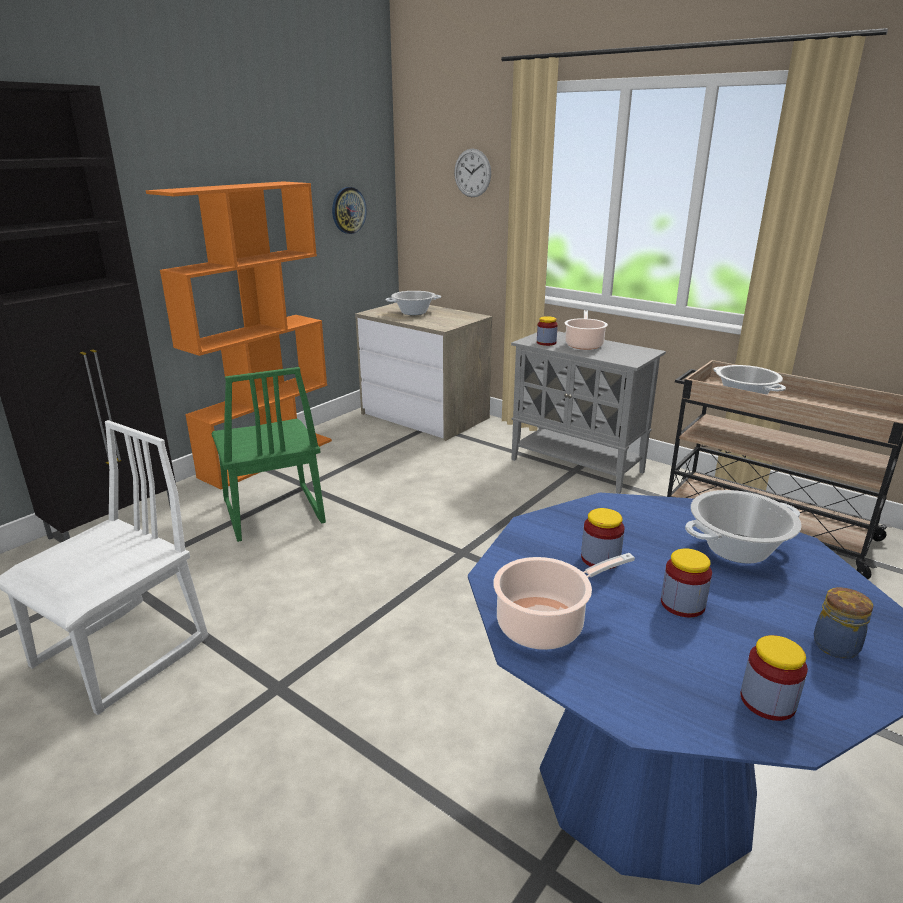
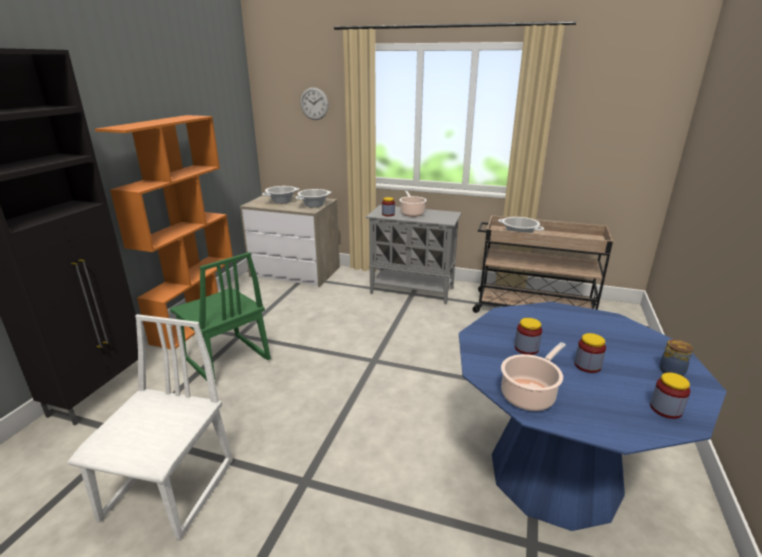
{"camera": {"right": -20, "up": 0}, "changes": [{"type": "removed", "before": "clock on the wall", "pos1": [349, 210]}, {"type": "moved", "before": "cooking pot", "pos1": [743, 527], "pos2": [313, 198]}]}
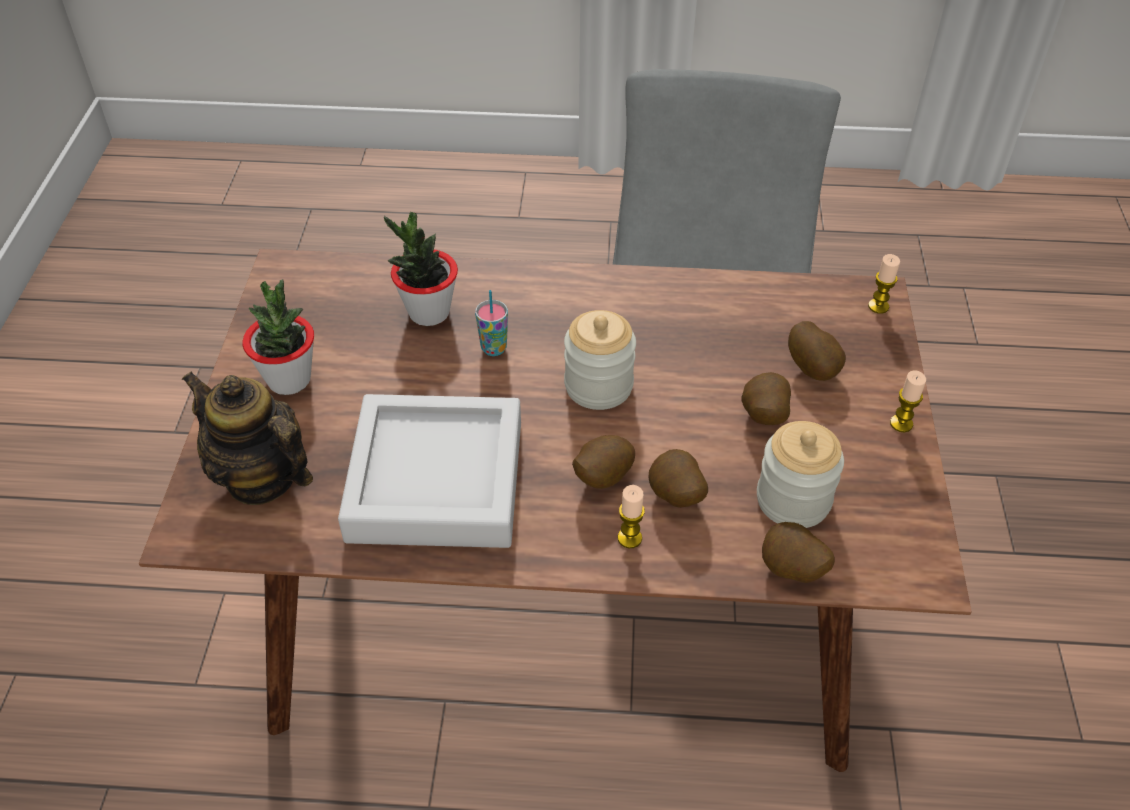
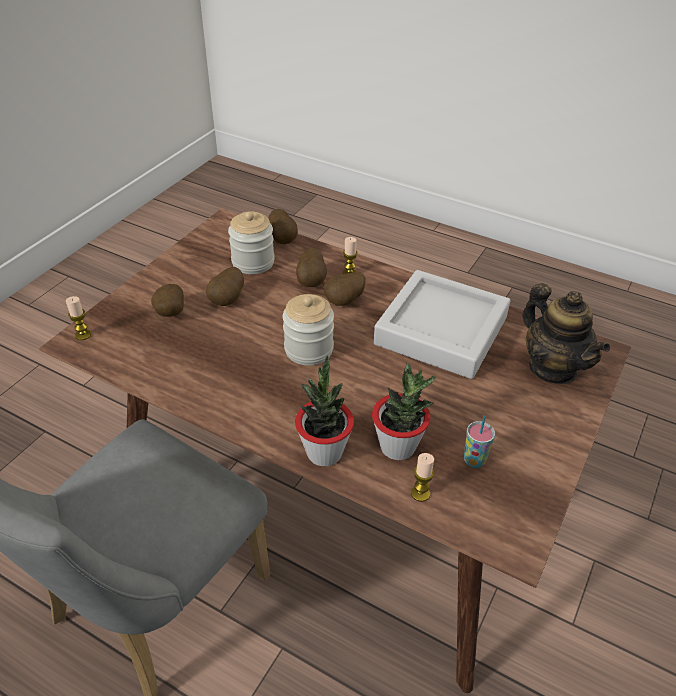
{"camera": {"right": -155, "up": -5}, "changes": [{"type": "moved", "before": "houseplant", "pos1": [278, 337], "pos2": [324, 411]}, {"type": "moved", "before": "cup", "pos1": [491, 323], "pos2": [479, 442]}, {"type": "moved", "before": "wax light", "pos1": [908, 401], "pos2": [422, 477]}]}
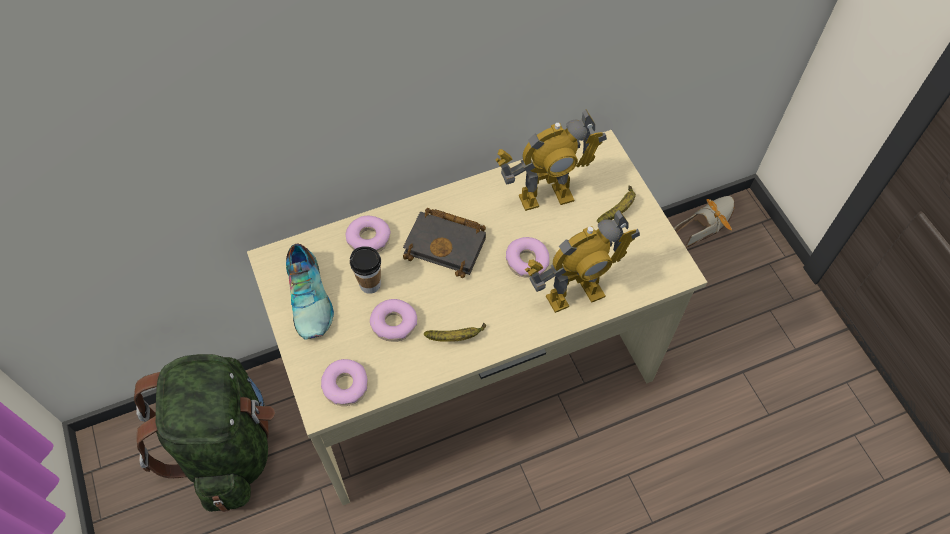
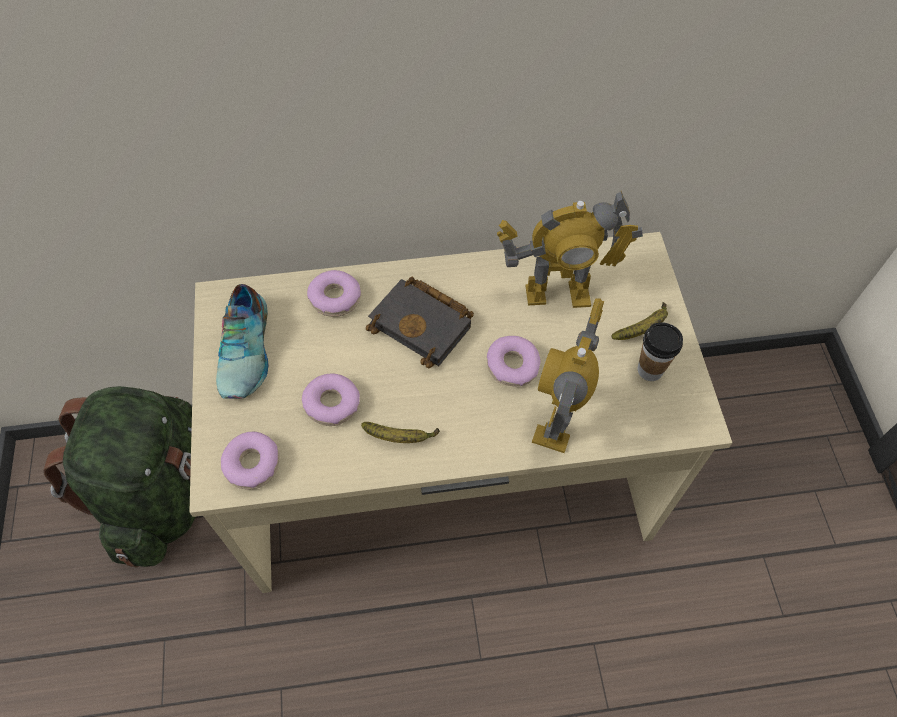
{"camera": {"right": 15, "up": 0}, "changes": [{"type": "removed", "before": "item of footwear", "pos1": [704, 222]}, {"type": "turned", "before": "model robot", "pos1": [582, 261], "pos2": [568, 375], "turn": 120}, {"type": "moved", "before": "cup", "pos1": [365, 270], "pos2": [660, 351]}]}
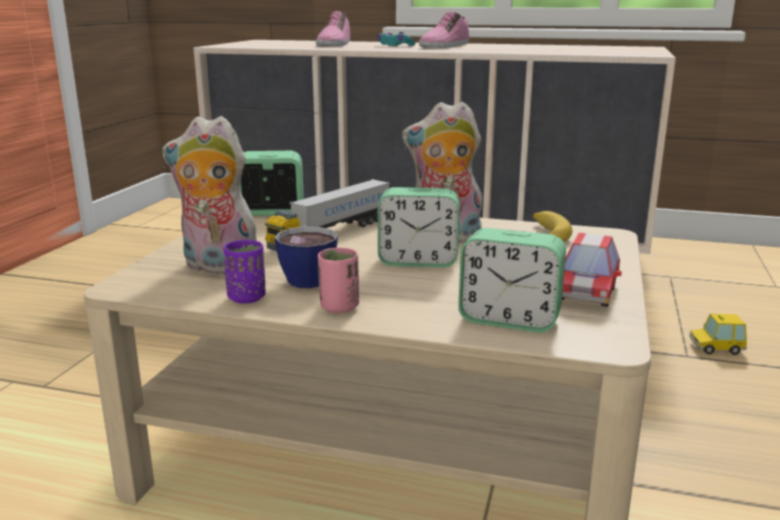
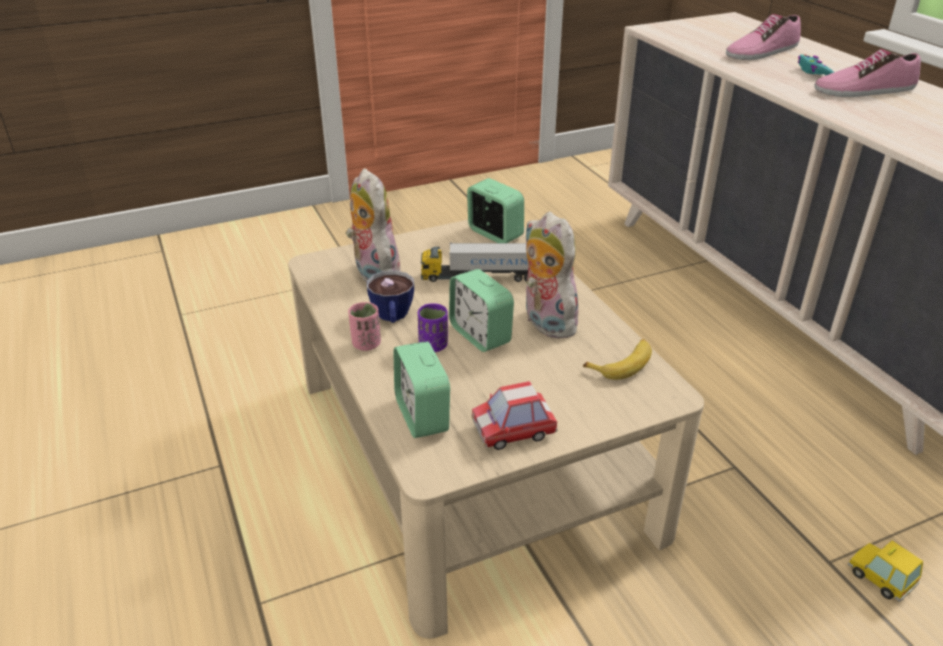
{"camera": {"right": 50, "up": 15}, "changes": [{"type": "moved", "before": "cup (purplish)", "pos1": [244, 272], "pos2": [433, 327]}]}
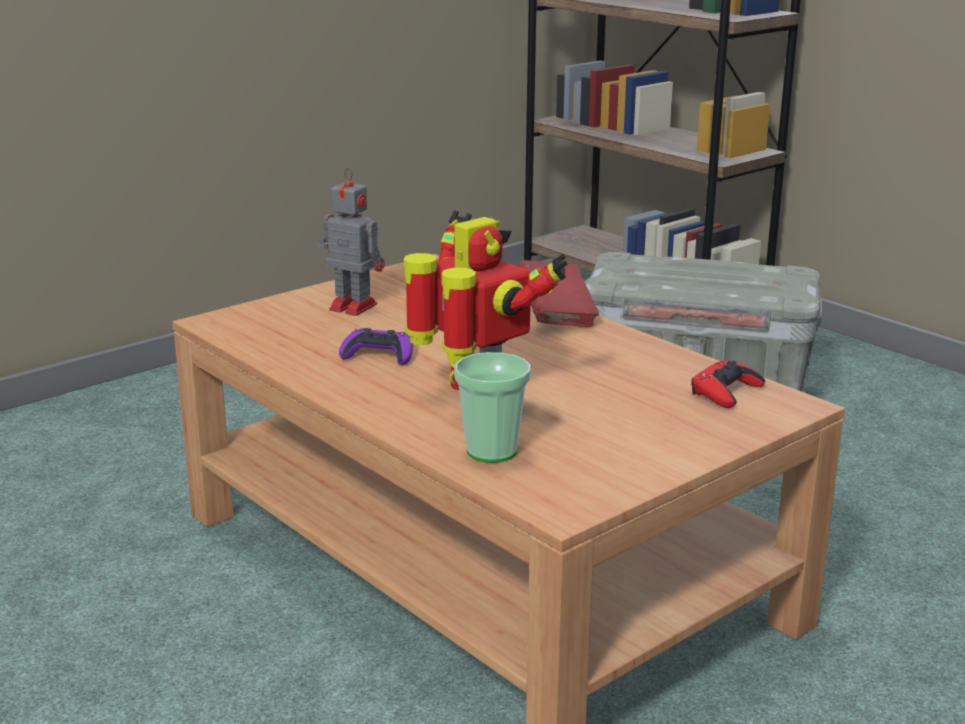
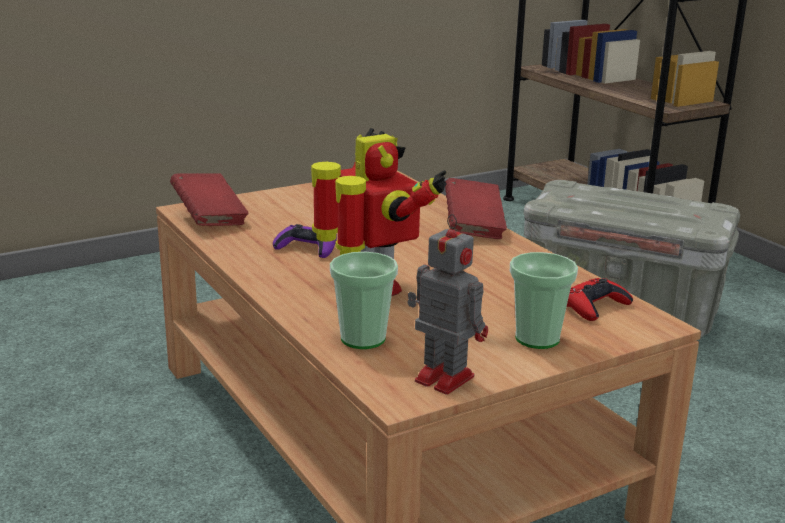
{"camera": {"right": 10, "up": 0}, "changes": [{"type": "moved", "before": "model robot", "pos1": [351, 242], "pos2": [447, 304]}, {"type": "added", "after": "volume (red)", "pos2": [209, 199]}, {"type": "added", "after": "cup", "pos2": [544, 300]}]}
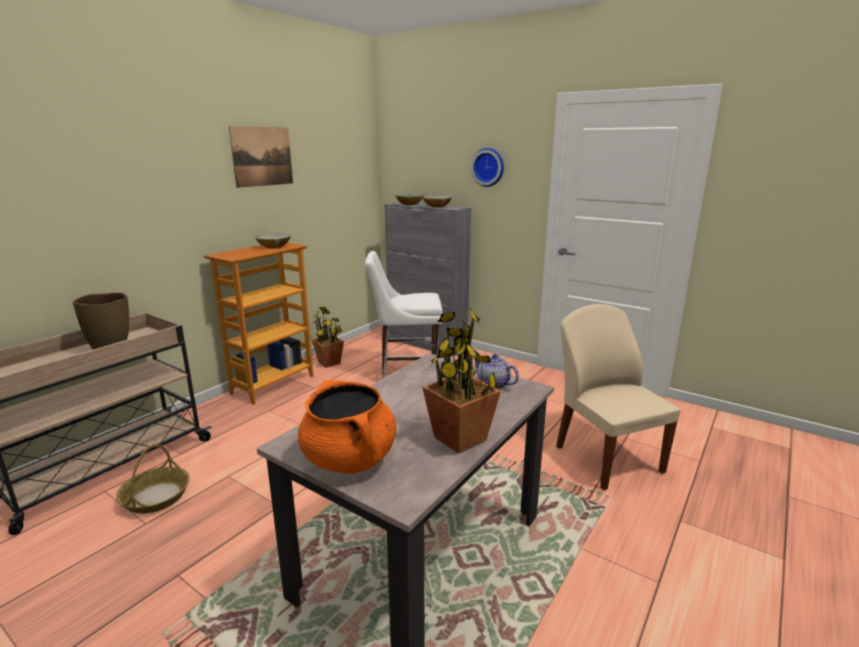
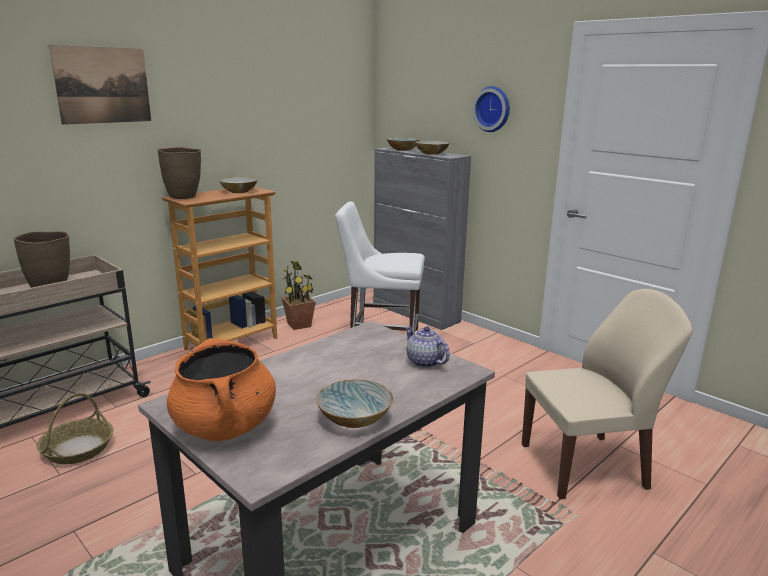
{"camera": {"right": 10, "up": 0}, "changes": [{"type": "moved", "before": "wall picture", "pos1": [261, 157], "pos2": [100, 85]}, {"type": "turned", "before": "upright chair (beige-coloured)", "pos1": [618, 397], "pos2": [607, 394], "turn": 90}, {"type": "replaced", "before": "houseplant", "after": "bowl", "pos1": [461, 380], "pos2": [354, 404]}, {"type": "added", "after": "vase (brownish)", "pos2": [179, 173]}]}
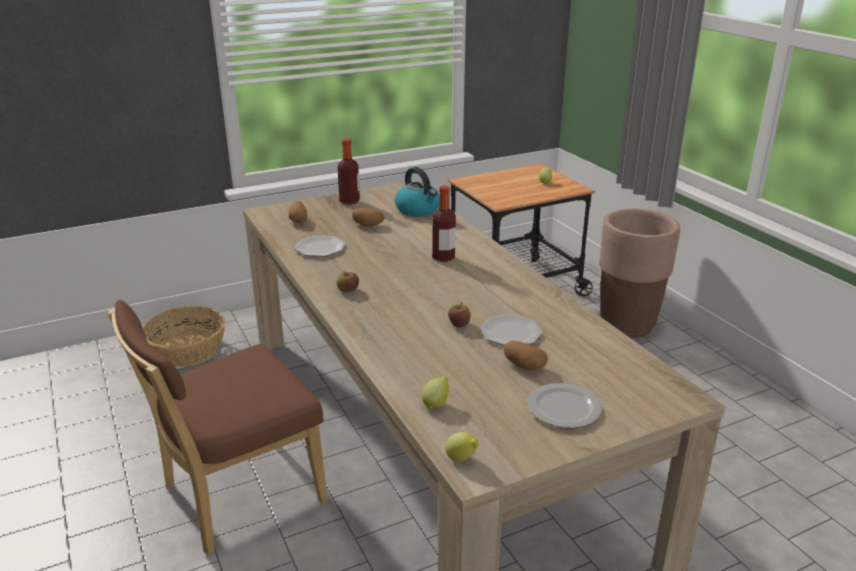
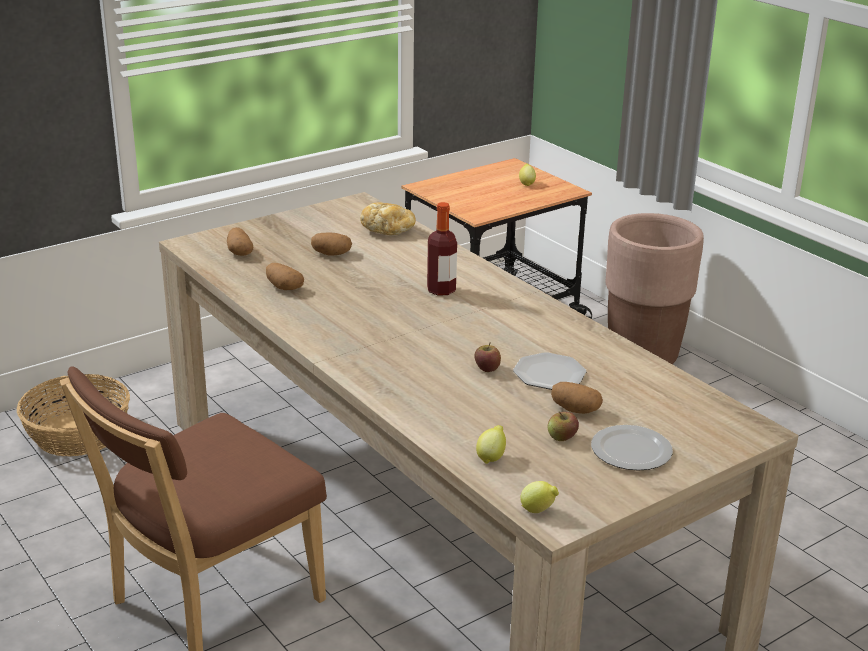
{"camera": {"right": -10, "up": 0}, "changes": [{"type": "removed", "before": "beverage bottle", "pos1": [348, 172]}, {"type": "replaced", "before": "water kettle", "after": "baked bread", "pos1": [417, 191], "pos2": [388, 218]}, {"type": "replaced", "before": "dinner plate", "after": "spud", "pos1": [320, 246], "pos2": [285, 276]}, {"type": "moved", "before": "apple fruit", "pos1": [347, 281], "pos2": [563, 426]}]}
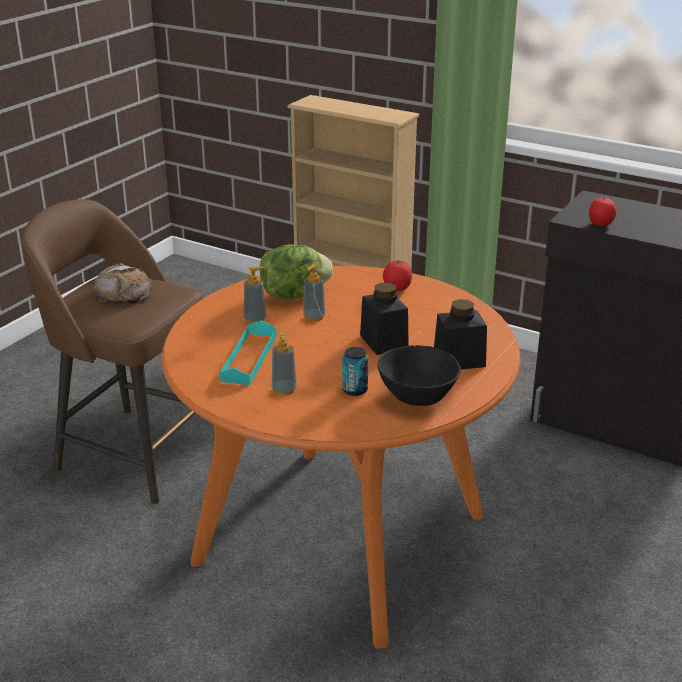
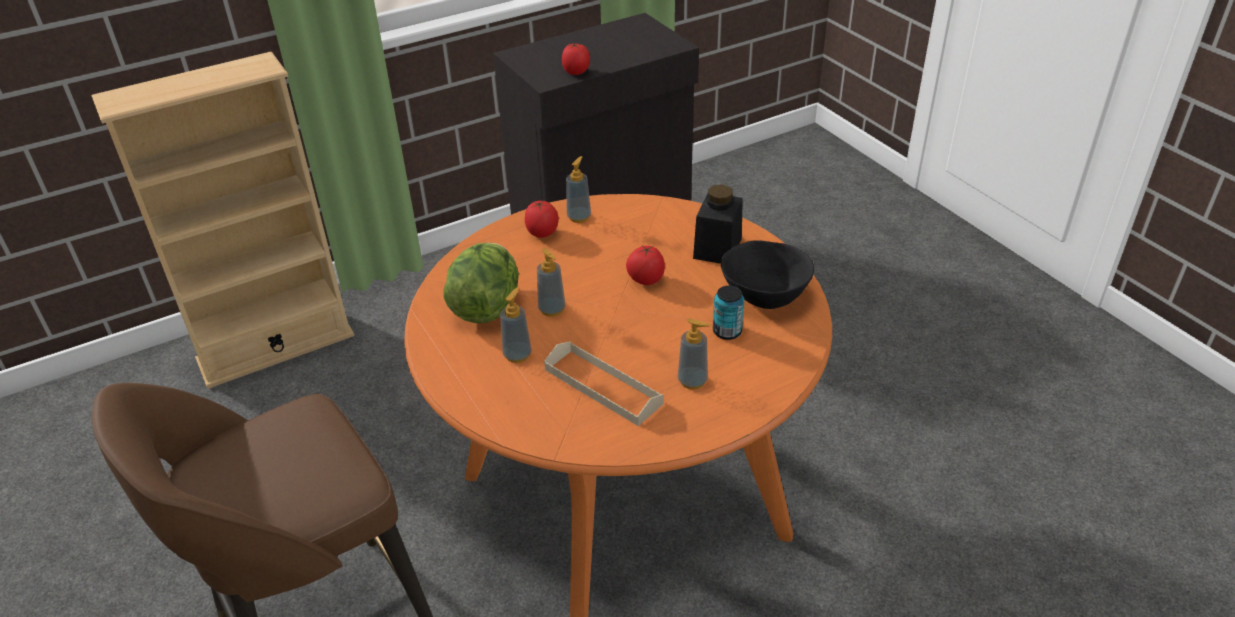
{"camera": {"right": -60, "up": 10}, "changes": [{"type": "removed", "before": "baked bread", "pos1": [123, 284]}, {"type": "replaced", "before": "storage jar (black)", "after": "whole tomato", "pos1": [384, 319], "pos2": [645, 265]}, {"type": "recoloured", "before": "serving tray (blue-green)", "after": "serving tray (beige-coloured)", "pos1": [248, 352], "pos2": [604, 383]}, {"type": "added", "after": "soap dispenser", "pos2": [578, 189]}]}
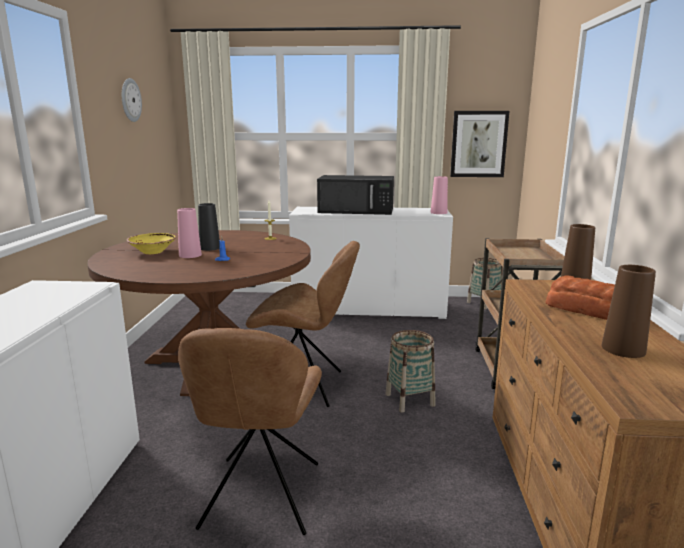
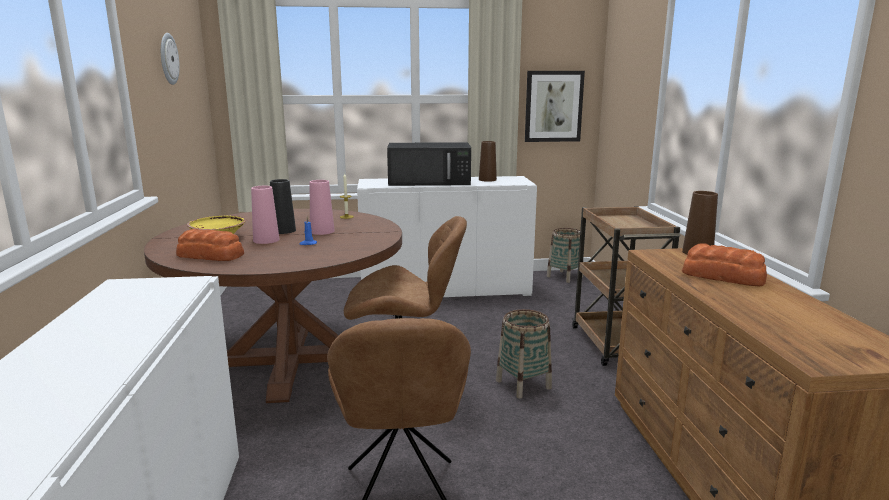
{"camera": {"right": -10, "up": 0}, "changes": [{"type": "moved", "before": "vase (pinkish)", "pos1": [439, 195], "pos2": [322, 207]}, {"type": "moved", "before": "vase (brownish)", "pos1": [628, 311], "pos2": [488, 161]}, {"type": "added", "after": "baked bread", "pos2": [210, 245]}]}
